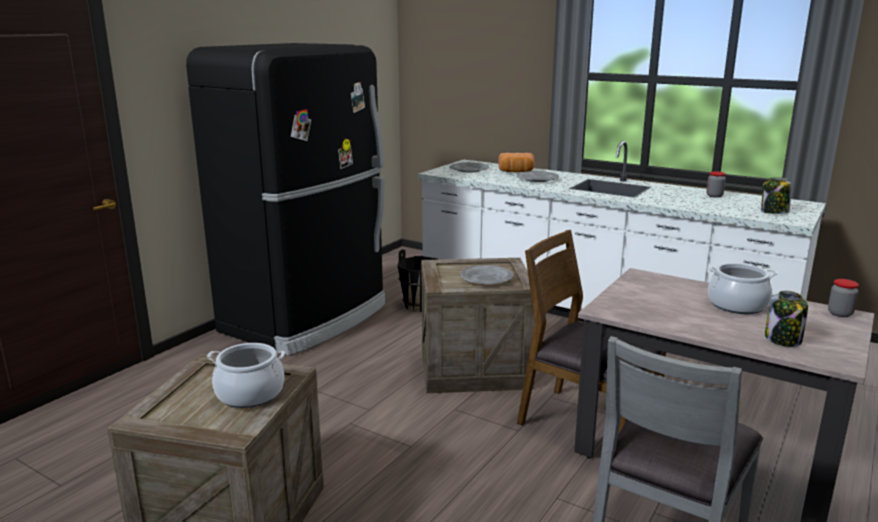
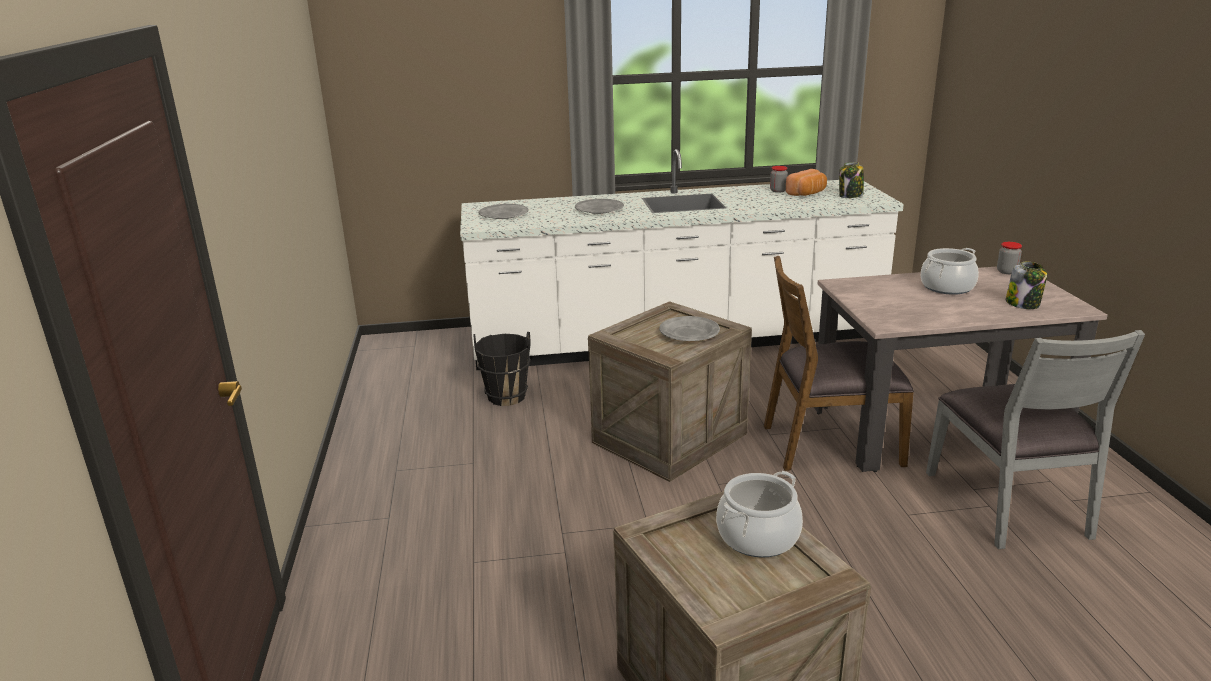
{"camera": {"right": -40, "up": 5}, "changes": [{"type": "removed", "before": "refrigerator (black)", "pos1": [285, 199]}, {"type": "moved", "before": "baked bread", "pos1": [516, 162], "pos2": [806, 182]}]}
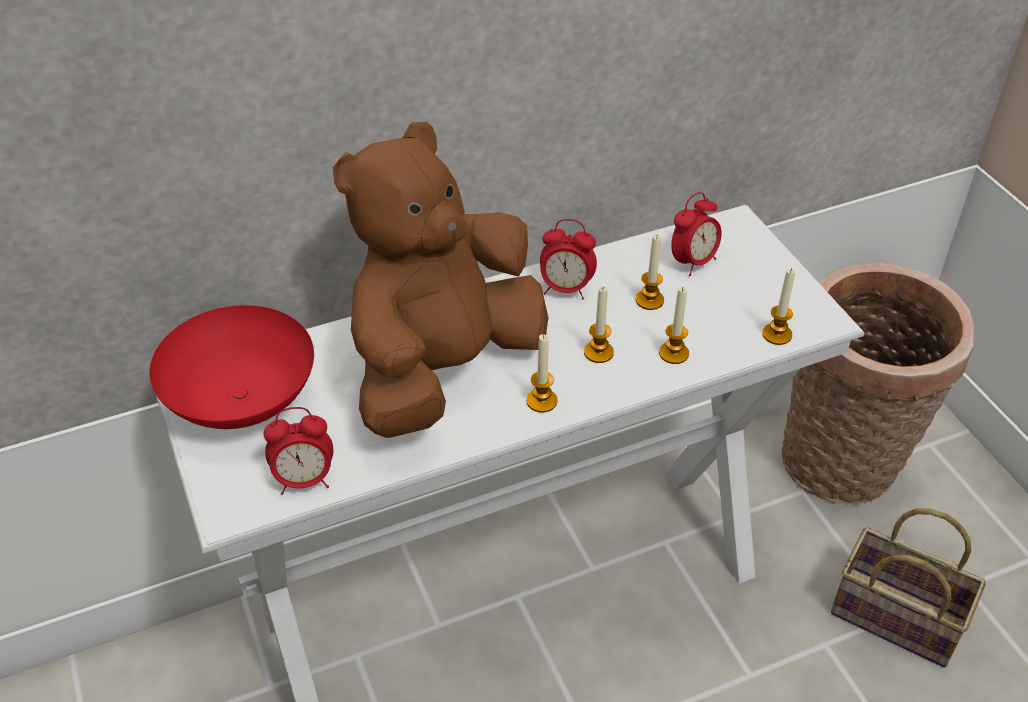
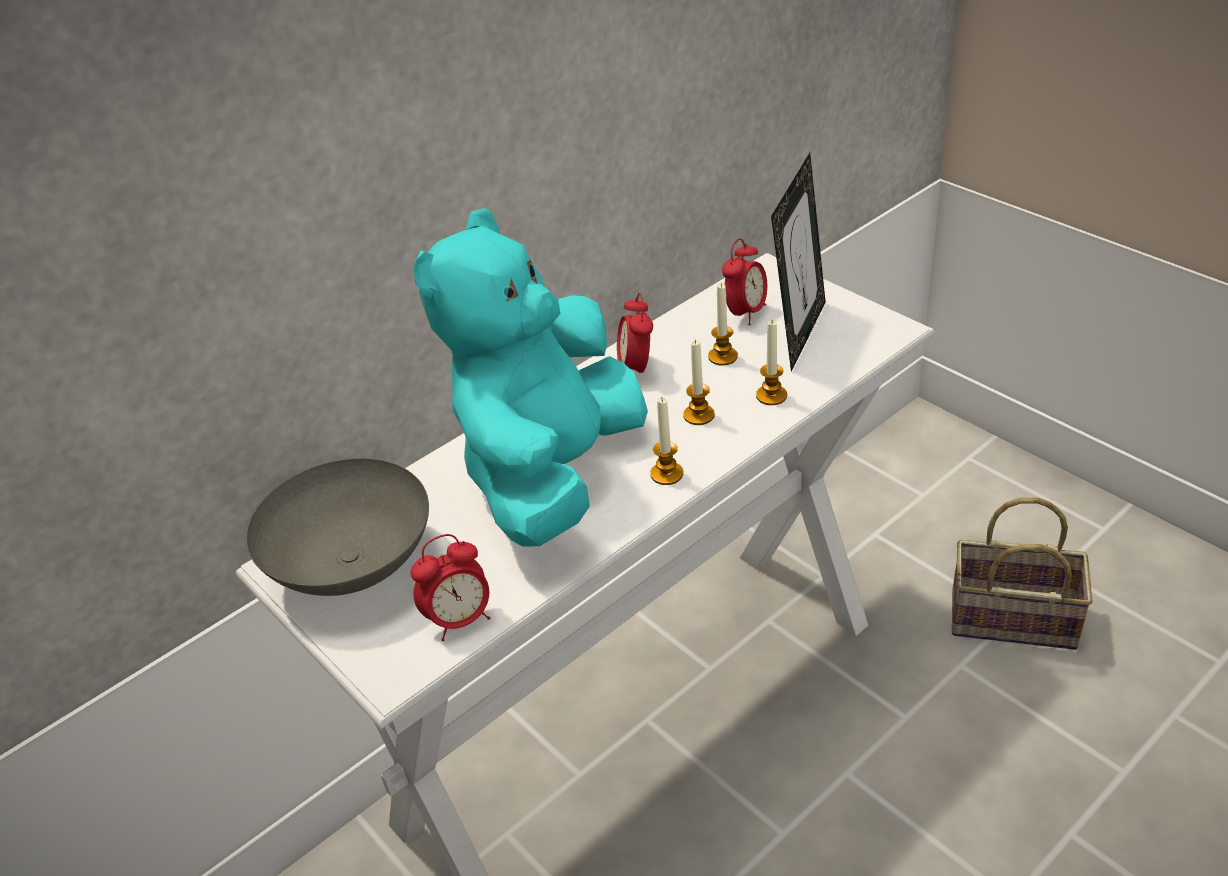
{"camera": {"right": -15, "up": -5}, "changes": [{"type": "recoloured", "before": "plush toy (brownish)", "after": "plush toy (blue-green)", "pos1": [440, 280], "pos2": [530, 377]}, {"type": "turned", "before": "bedside clock", "pos1": [568, 259], "pos2": [635, 333], "turn": 90}, {"type": "removed", "before": "basket", "pos1": [878, 383]}, {"type": "removed", "before": "wax light", "pos1": [778, 306]}, {"type": "recoloured", "before": "bowl (red)", "after": "bowl (gray)", "pos1": [231, 367], "pos2": [337, 527]}, {"type": "added", "after": "photo frame", "pos2": [798, 262]}]}
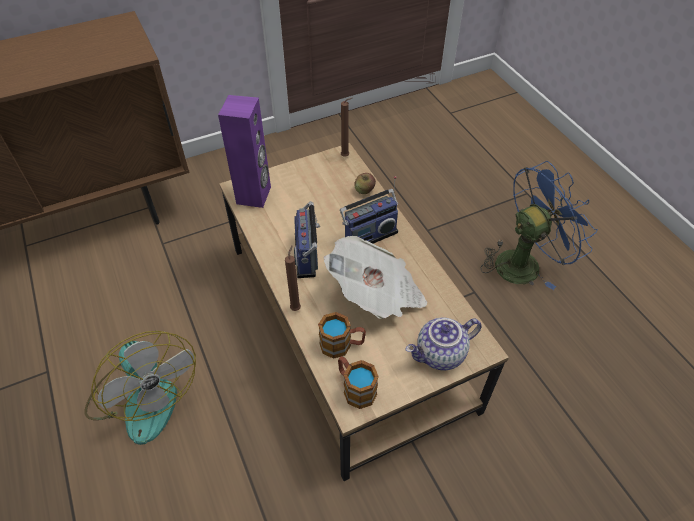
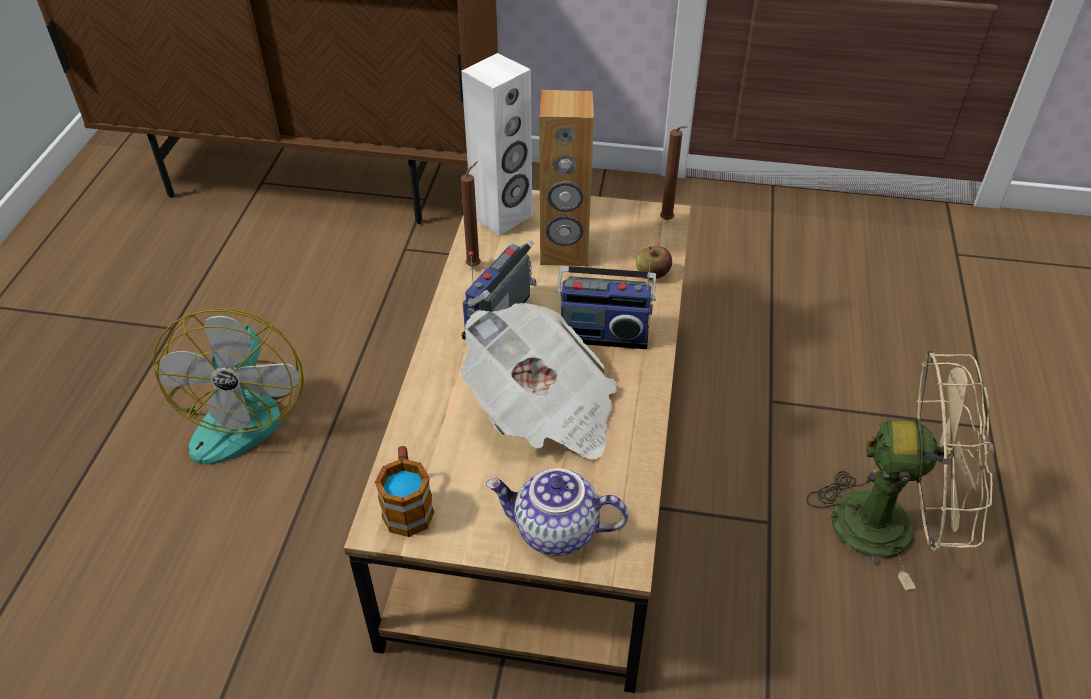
{"camera": {"right": 35, "up": -5}, "changes": [{"type": "recoloured", "before": "speaker (purplish)", "after": "speaker (white)", "pos1": [244, 151], "pos2": [496, 144]}, {"type": "recoloured", "before": "fan (blue-coloured)", "after": "fan (beige-coloured)", "pos1": [539, 225], "pos2": [900, 470]}, {"type": "moved", "before": "wax light (brownish)", "pos1": [293, 278], "pos2": [471, 213]}, {"type": "removed", "before": "tea mug", "pos1": [342, 335]}, {"type": "added", "after": "speaker (brownish)", "pos2": [566, 178]}]}
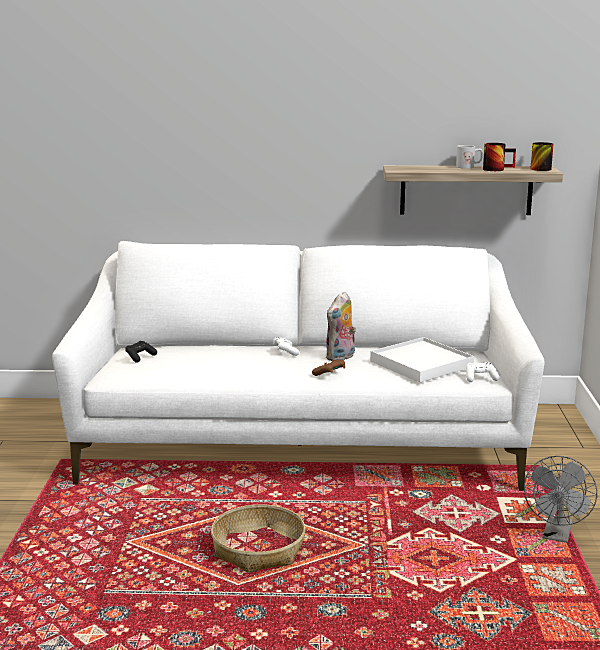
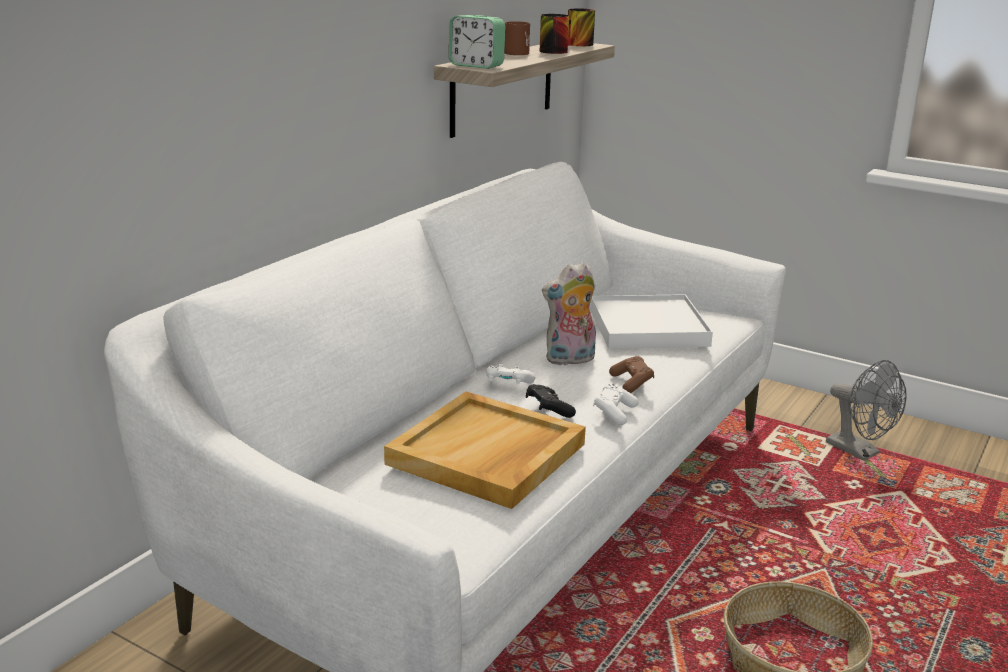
{"camera": {"right": -60, "up": 5}, "changes": [{"type": "recoloured", "before": "tea mug (white)", "after": "tea mug (brownish)", "pos1": [469, 157], "pos2": [517, 38]}, {"type": "turned", "before": "plush toy", "pos1": [341, 326], "pos2": [569, 314], "turn": 90}, {"type": "moved", "before": "joypad (black)", "pos1": [141, 352], "pos2": [551, 401]}, {"type": "moved", "before": "joypad (white)", "pos1": [482, 372], "pos2": [615, 404]}, {"type": "added", "after": "bedside clock", "pos2": [477, 42]}, {"type": "added", "after": "serving tray (beige-coloured)", "pos2": [485, 450]}]}
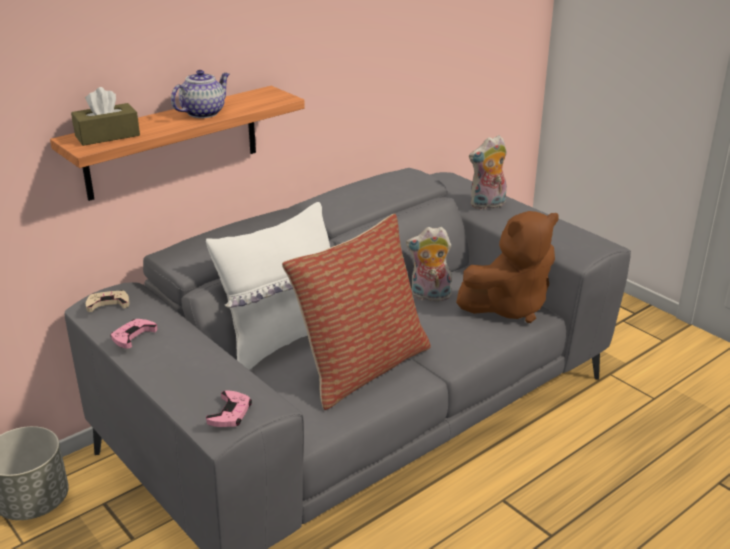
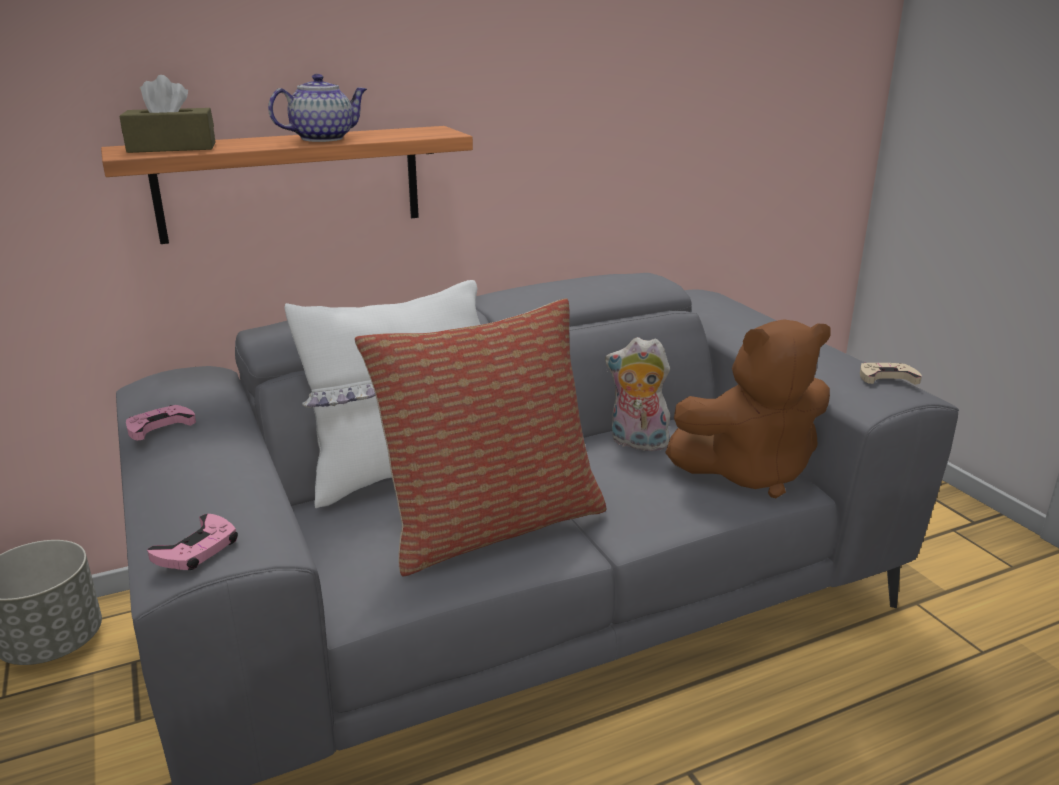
{"camera": {"right": 15, "up": -5}, "changes": [{"type": "removed", "before": "plush toy", "pos1": [488, 172]}, {"type": "moved", "before": "joypad (beige-coloured)", "pos1": [107, 301], "pos2": [891, 374]}]}
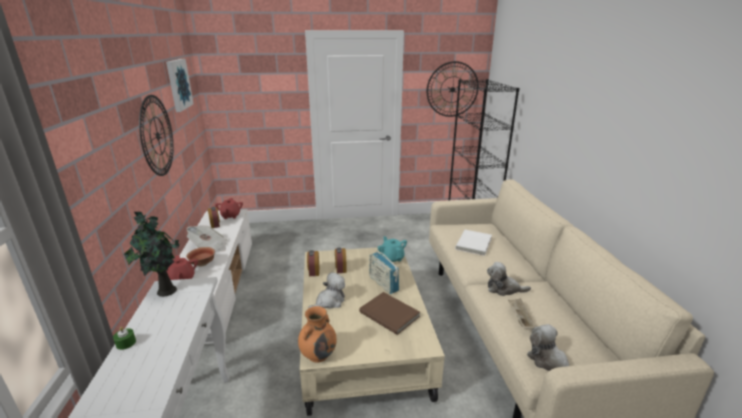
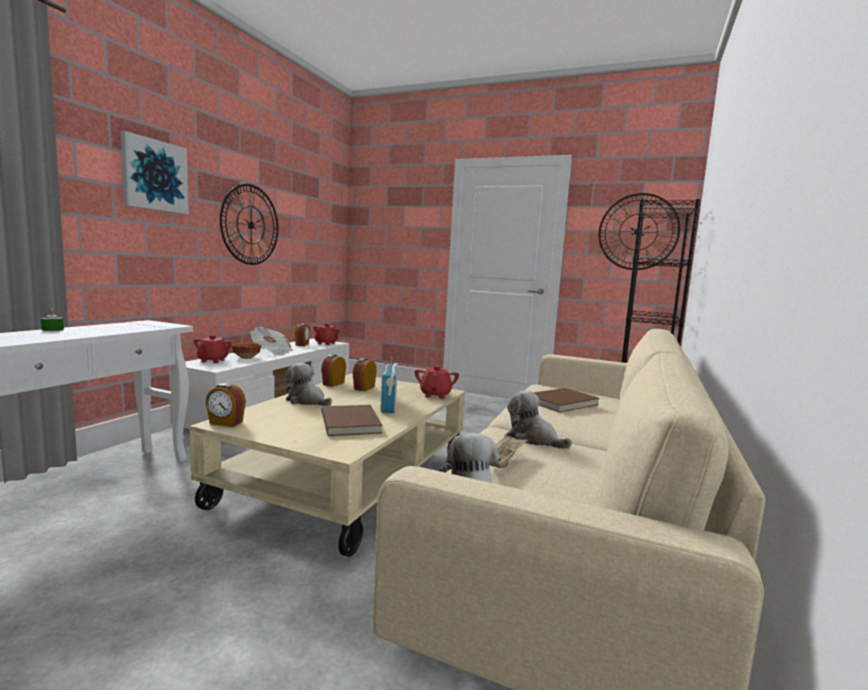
{"camera": {"right": 30, "up": -15}, "changes": [{"type": "moved", "before": "wall picture", "pos1": [180, 85], "pos2": [154, 172]}, {"type": "removed", "before": "houseplant", "pos1": [152, 254]}, {"type": "recoloured", "before": "volume (white)", "after": "volume (brownish)", "pos1": [473, 243], "pos2": [566, 400]}, {"type": "recoloured", "before": "tea pot (blue-green)", "after": "tea pot (red)", "pos1": [392, 249], "pos2": [437, 382]}, {"type": "turned", "before": "plush toy", "pos1": [326, 290], "pos2": [308, 384], "turn": -135}, {"type": "replaced", "before": "vase (orange-coloured)", "after": "bedside clock", "pos1": [317, 334], "pos2": [226, 405]}]}
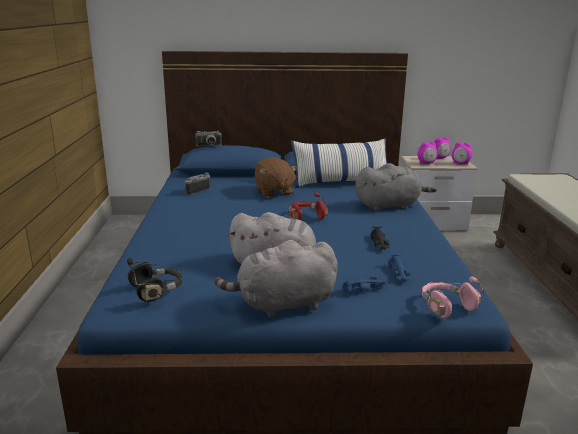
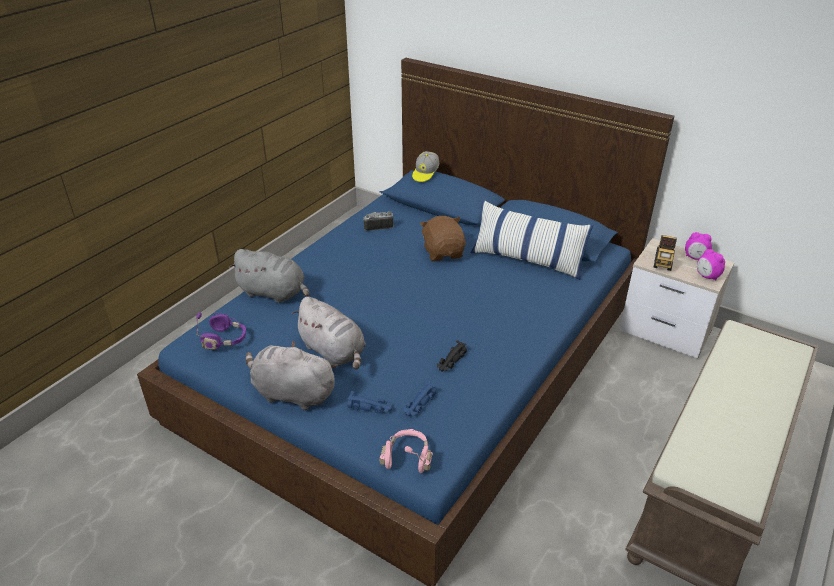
{"camera": {"right": 35, "up": 15}, "changes": [{"type": "replaced", "before": "still camera", "after": "baseball cap", "pos1": [208, 138], "pos2": [425, 166]}, {"type": "replaced", "before": "bedside clock", "after": "model truck", "pos1": [427, 153], "pos2": [665, 253]}, {"type": "turned", "before": "plush toy (brownish)", "pos1": [276, 177], "pos2": [443, 238], "turn": 150}, {"type": "moved", "before": "plush toy (gray)", "pos1": [396, 187], "pos2": [269, 276]}, {"type": "removed", "before": "headphones (red)", "pos1": [308, 206]}, {"type": "recoloured", "before": "headphones (black)", "after": "headphones (purplish)", "pos1": [154, 280], "pos2": [221, 331]}]}
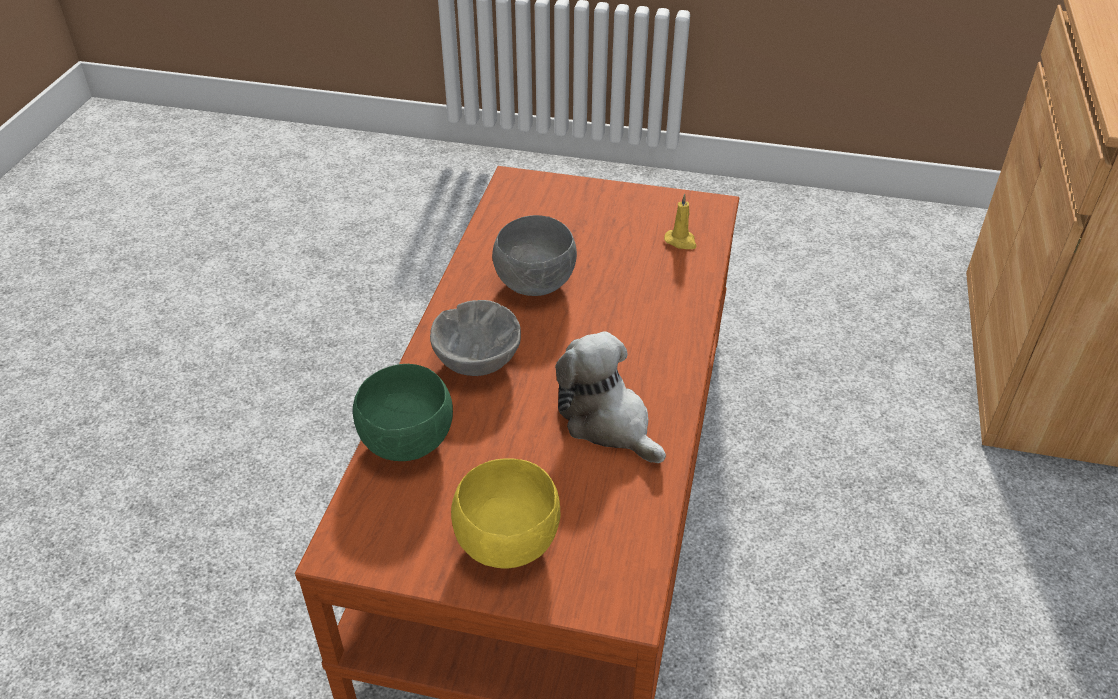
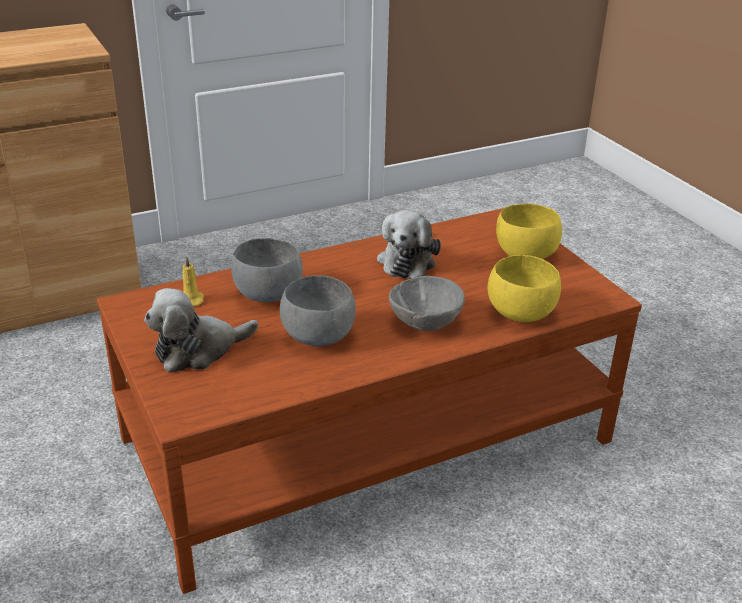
{"camera": {"right": -130, "up": -10}, "changes": [{"type": "recoloured", "before": "bowl (greenish)", "after": "bowl (yellowish)", "pos1": [403, 412], "pos2": [524, 288]}, {"type": "added", "after": "bowl (gray)", "pos2": [267, 270]}, {"type": "added", "after": "plush toy", "pos2": [201, 330]}]}
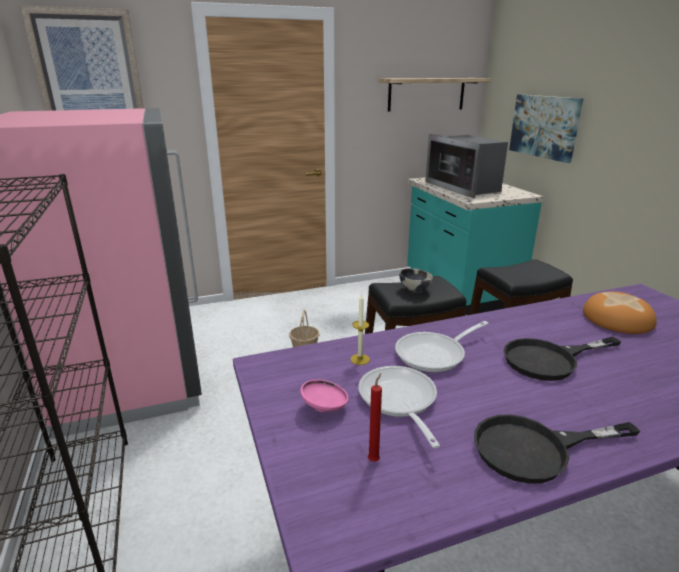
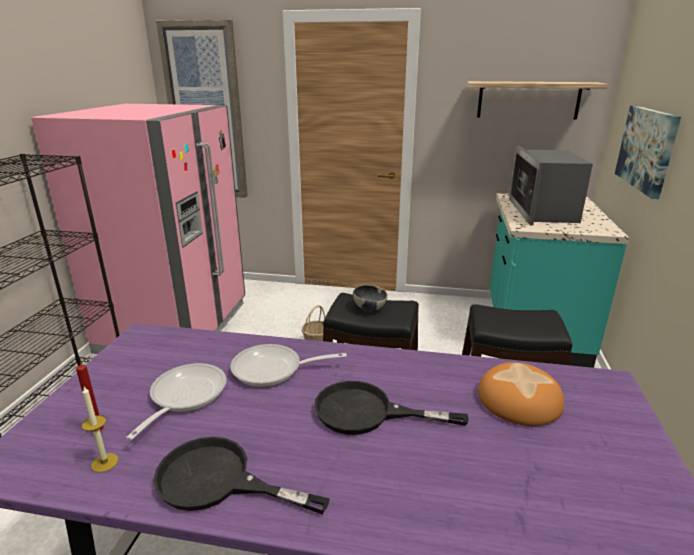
{"camera": {"right": 30, "up": 0}, "changes": [{"type": "moved", "before": "wax light", "pos1": [360, 329], "pos2": [100, 430]}, {"type": "removed", "before": "bowl (pinkish)", "pos1": [324, 395]}]}
